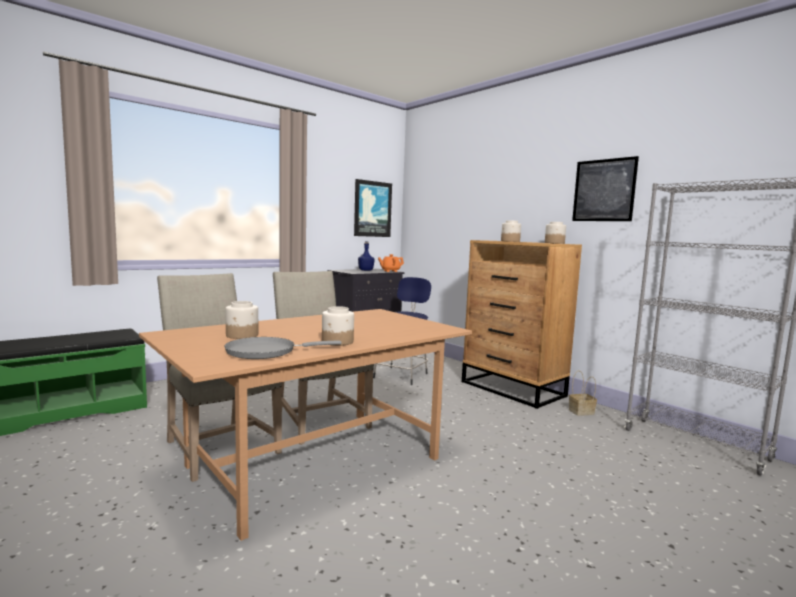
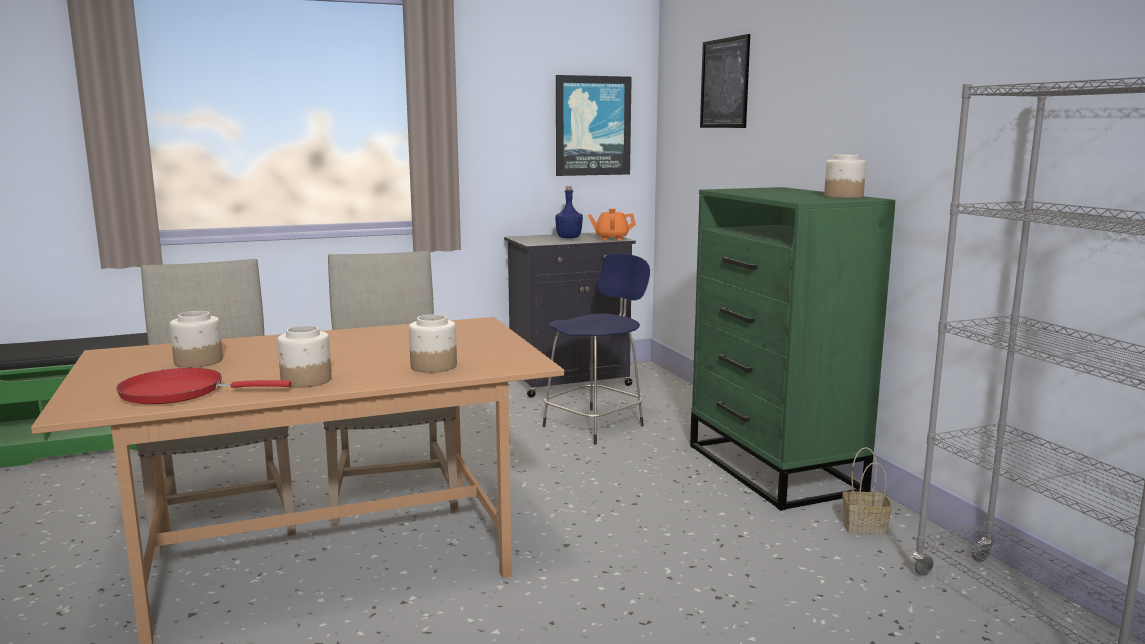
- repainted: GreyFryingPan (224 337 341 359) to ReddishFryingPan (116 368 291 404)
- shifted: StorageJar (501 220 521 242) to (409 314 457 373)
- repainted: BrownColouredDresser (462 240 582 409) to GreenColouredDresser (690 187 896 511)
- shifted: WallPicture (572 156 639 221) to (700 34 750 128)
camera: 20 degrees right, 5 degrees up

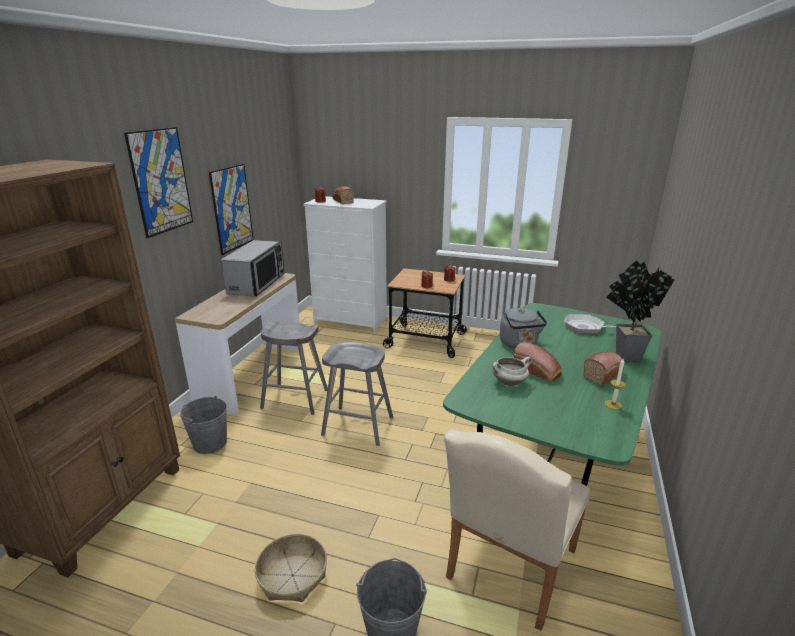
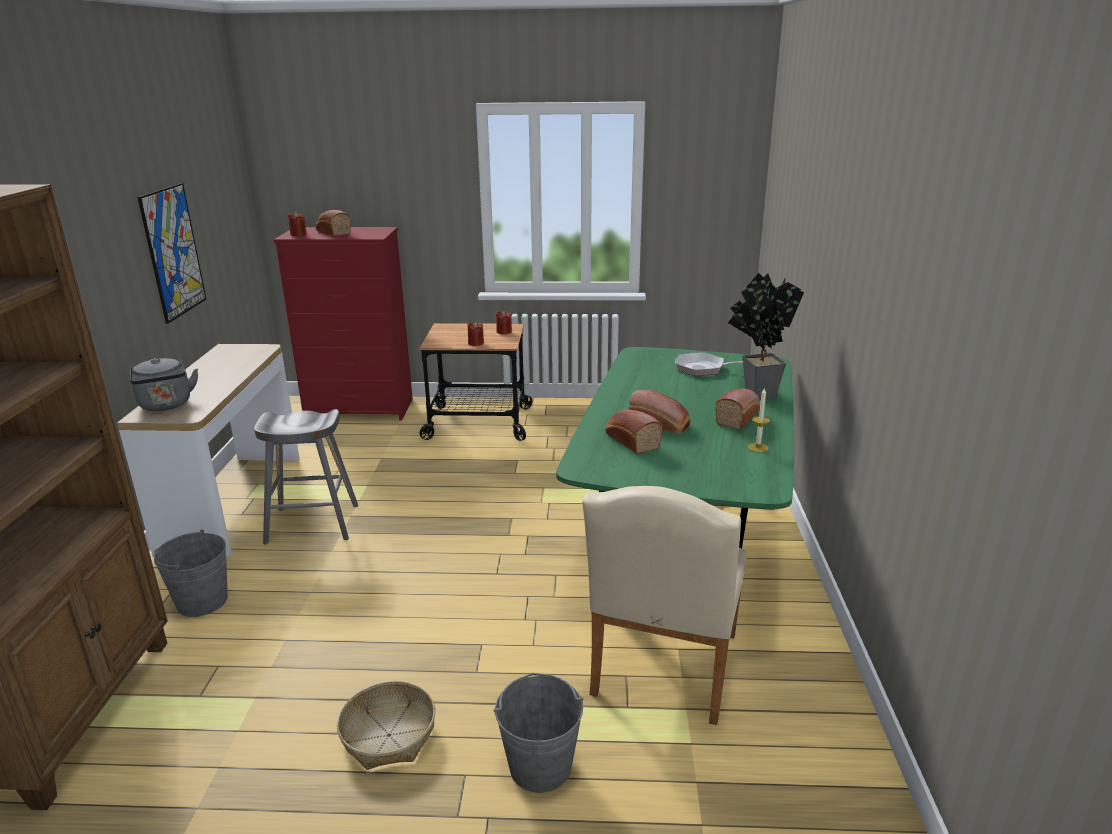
- shifted: GreyTeaKettle (500 308 547 349) to (130 358 198 411)
- repainted: WhiteColouredDresser (303 196 387 332) to ReddishDresser (274 227 413 421)
- swapped: WhiteColouredCookingPot (492 357 531 386) to Bread (605 410 663 454)
- gone: WallPicture (124 127 193 238)
- gone: MicrowaveOven (221 240 285 297)
- gone: GreyStool (321 342 393 446)
camera: 15 degrees left, 0 degrees up

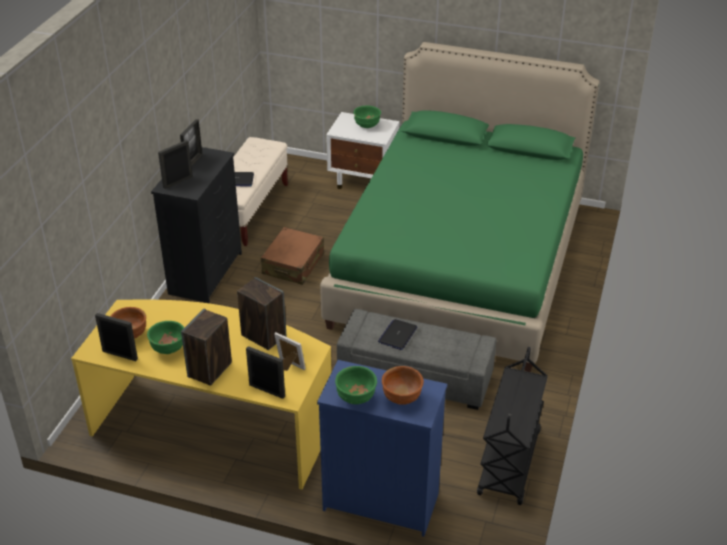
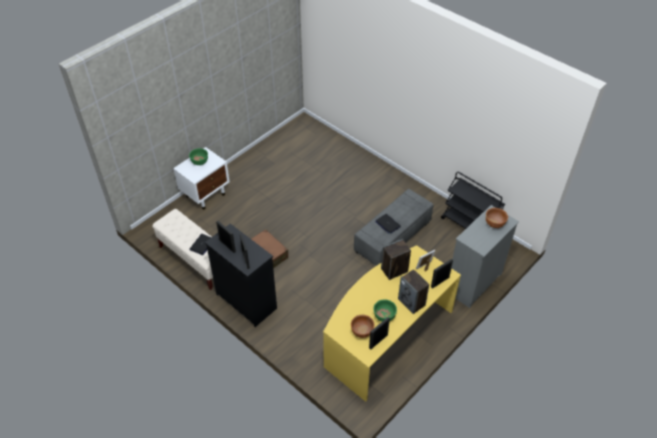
- repainted: BluishDresser (317 360 447 537) to GreyDresser (452 205 519 308)
- gone: GreenColouredSleepingBed (320 42 599 372)
- gone: GreenColouredServingBowl (335 366 377 404)
camera: 65 degrees left, 10 degrees up

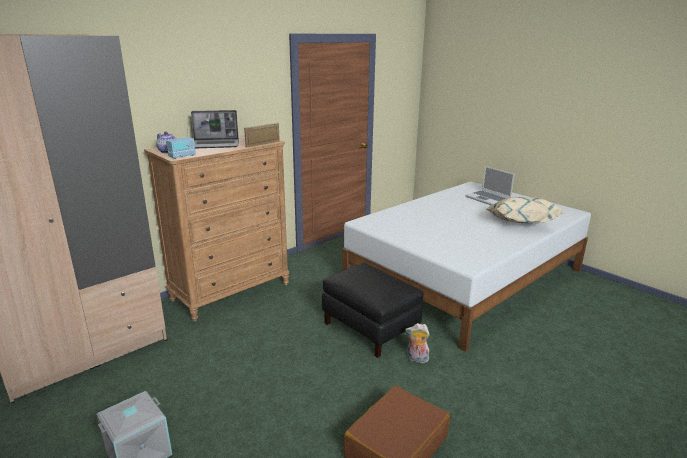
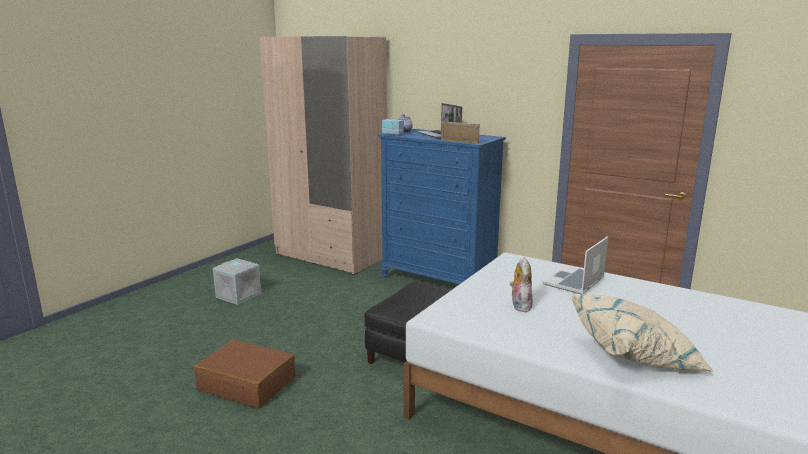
- repainted: BrownColouredDresser (144 134 289 321) to BluishDresser (379 129 506 284)
- shifted: PlushToy (405 323 430 363) to (510 257 533 312)
- shifted: PortableComputer (465 166 515 205) to (542 236 608 295)
camera: 75 degrees right, 5 degrees down

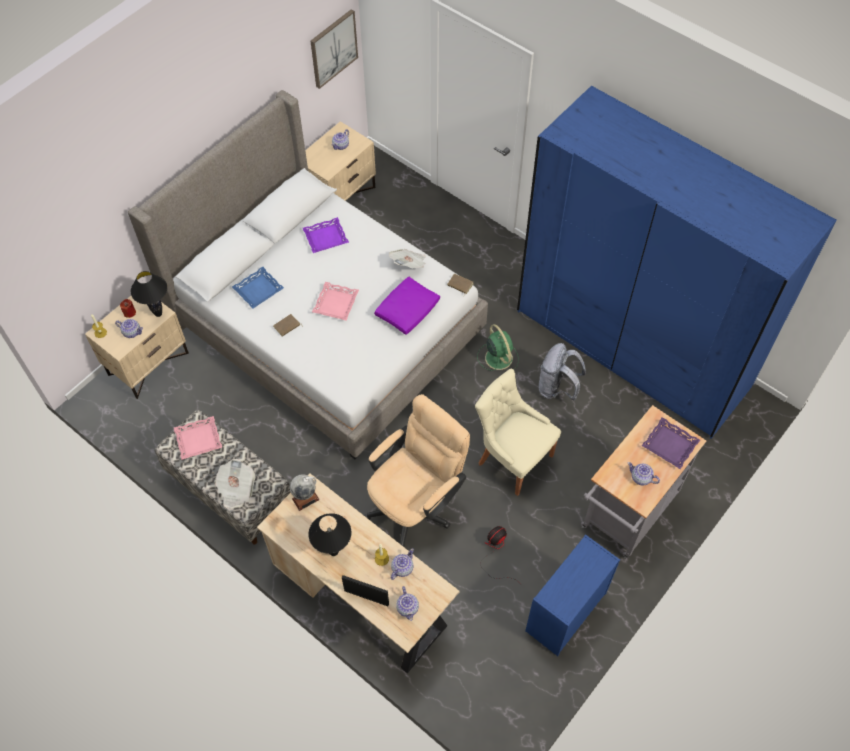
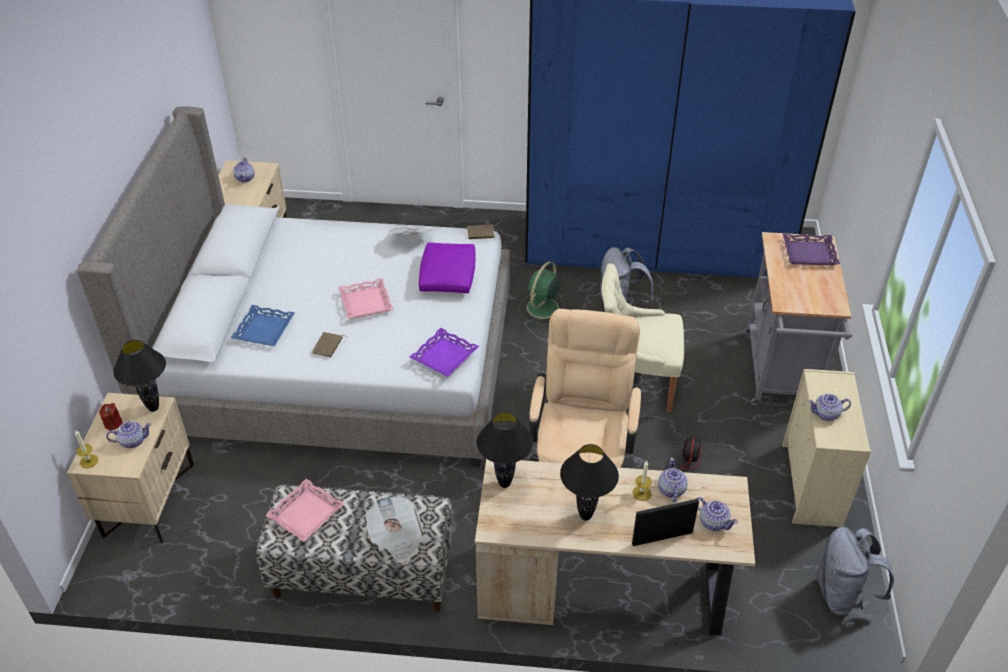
- shifted: PurplishTray (303 217 349 253) to (409 328 479 377)
- swapped: WorldGlobe (290 474 320 511) to BlackishTabletopLamp (477 412 533 488)
- rotated: GreenColouredElectricFan (477 324 519 371) = (519 261 564 325) 90 degrees counterclockwise
- repainted: BluishDresser (525 534 620 656) to BeigeDresser (782 369 871 527)
- shifted: TeaPot (628 462 660 486) to (808 394 851 421)
- new: GreyBackpack (815 527 894 616)
- gone: WallPicture (311 9 358 89)
camera: 35 degrees left, 15 degrees down

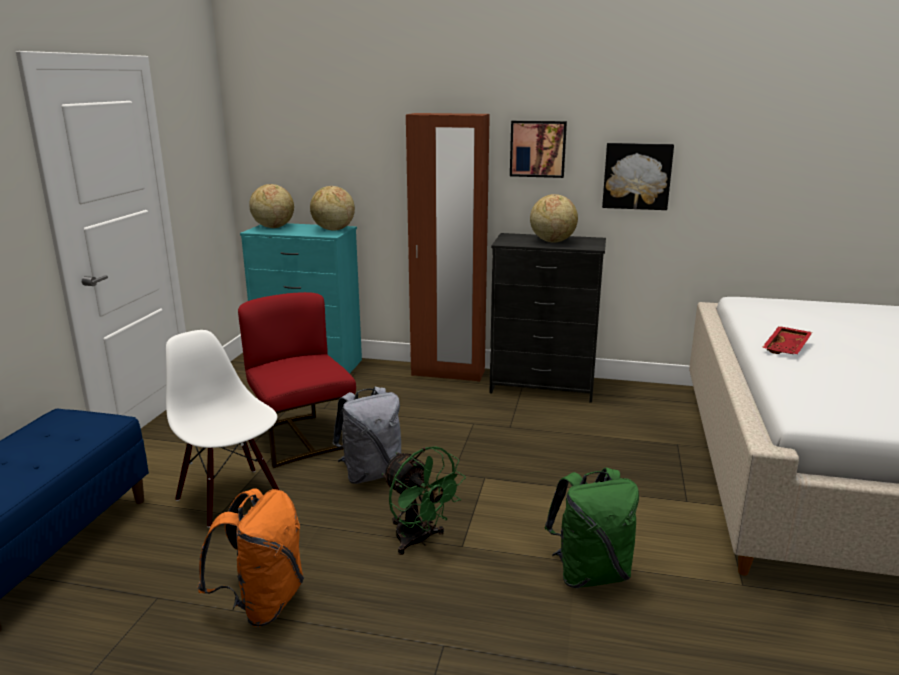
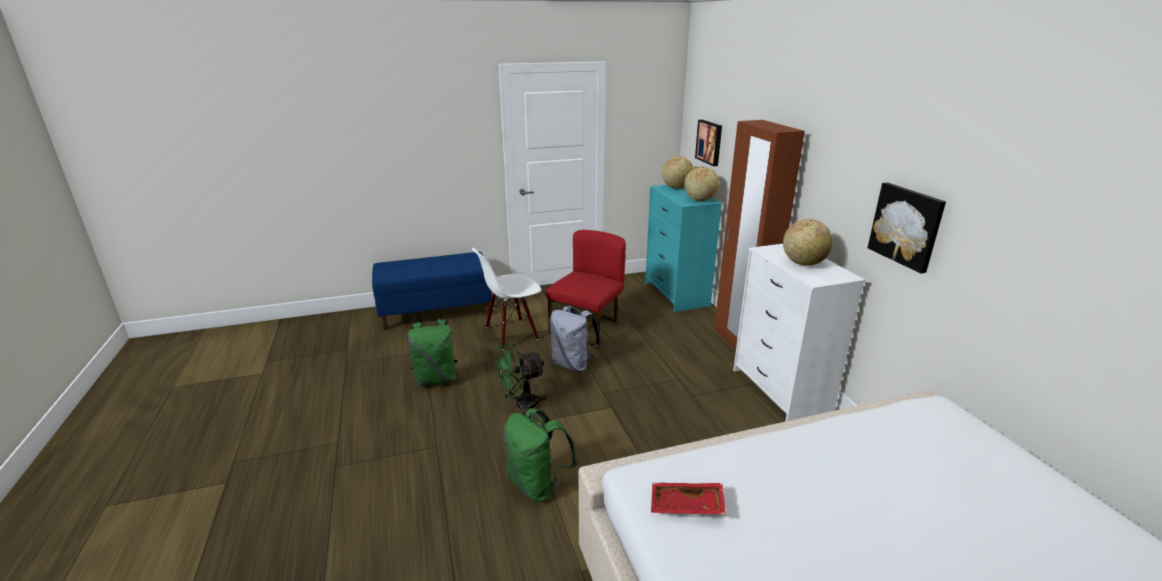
- repainted: OrangeyBackpack (197 488 304 627) to GreenColouredBackpack (407 319 458 386)
- rotated: WhiteColouredUprightChair (166 330 279 528) = (472 248 541 350) 135 degrees counterclockwise
- rotated: GreenColouredElectricFan (382 446 466 555) = (493 344 547 416) 45 degrees clockwise
- shifted: ReddishTray (762 326 812 354) to (651 483 726 514)
- shifted: WallPicture (510 121 567 178) to (695 120 722 166)
- repainted: BlackishDresser (489 233 606 403) to WhiteColouredDresser (733 244 865 421)
camera: 60 degrees right, 5 degrees up

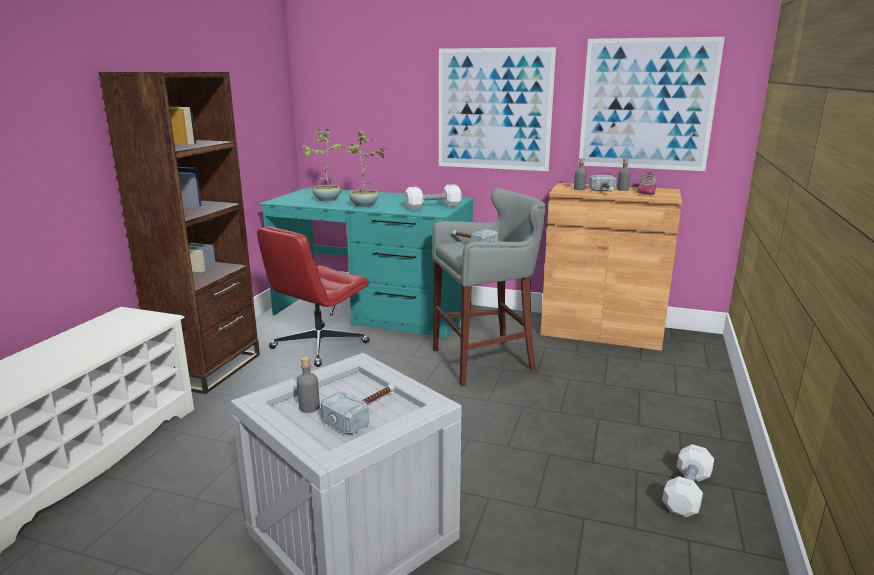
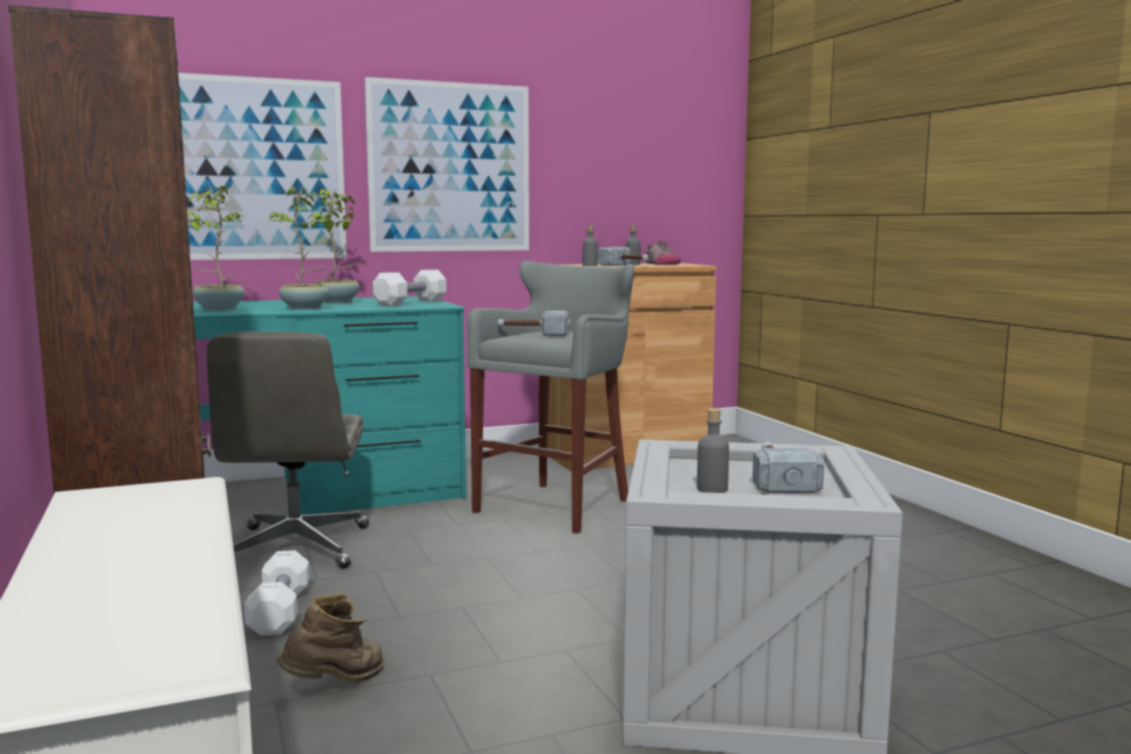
- shifted: WallPicture (578 37 725 171) to (178 73 347 260)
- repainted: ReddishOfficeChair (257 226 370 367) to GreyOfficeChair (207 332 369 569)
- shifted: WhiteColouredDumbbell (662 444 714 517) to (244 550 310 636)
- new: BrownColouredHighTopBoot (277 593 384 683)
- new: Houseplant (309 189 361 303)
camera: 40 degrees left, 10 degrees down

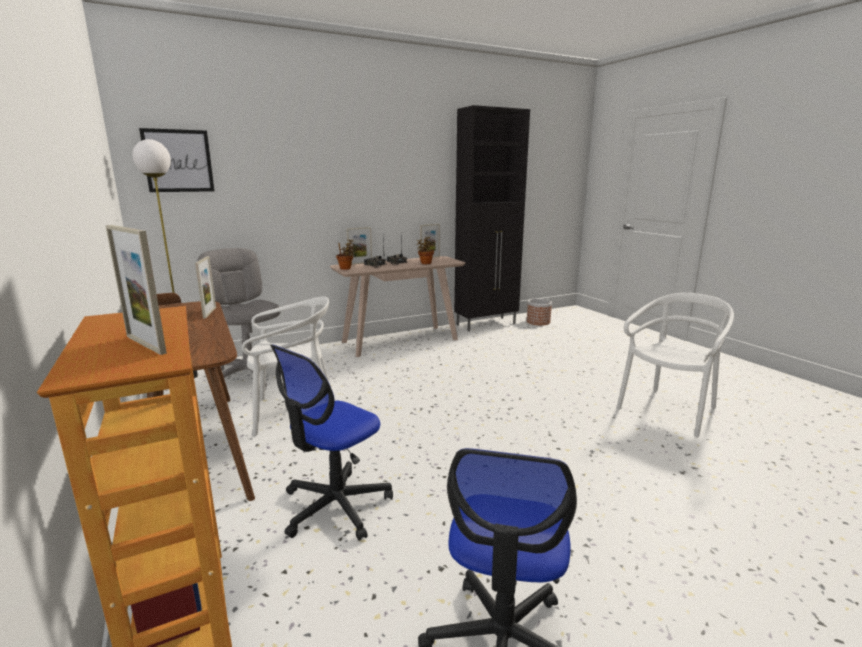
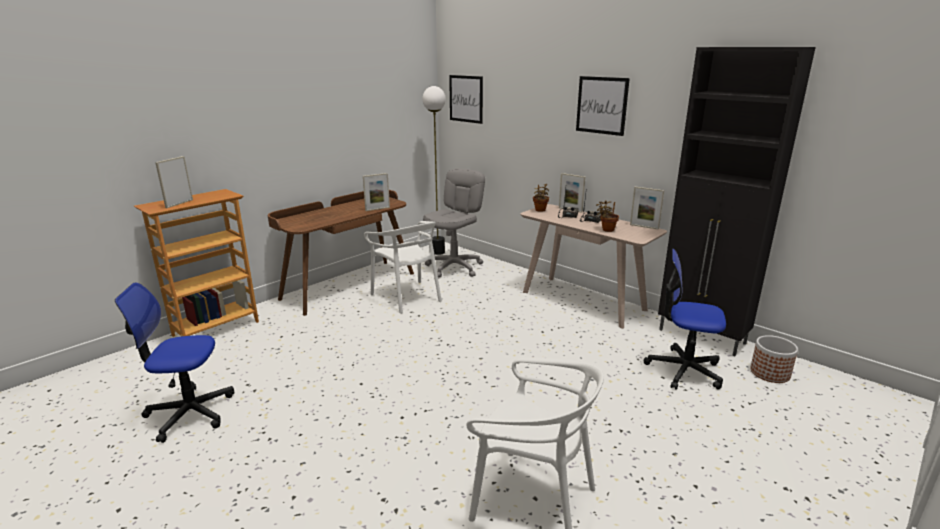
- new: WallPicture (576 76 630 136)
- shifted: OfficeChair (270 344 393 541) to (644 249 726 390)
camera: 70 degrees right, 5 degrees up

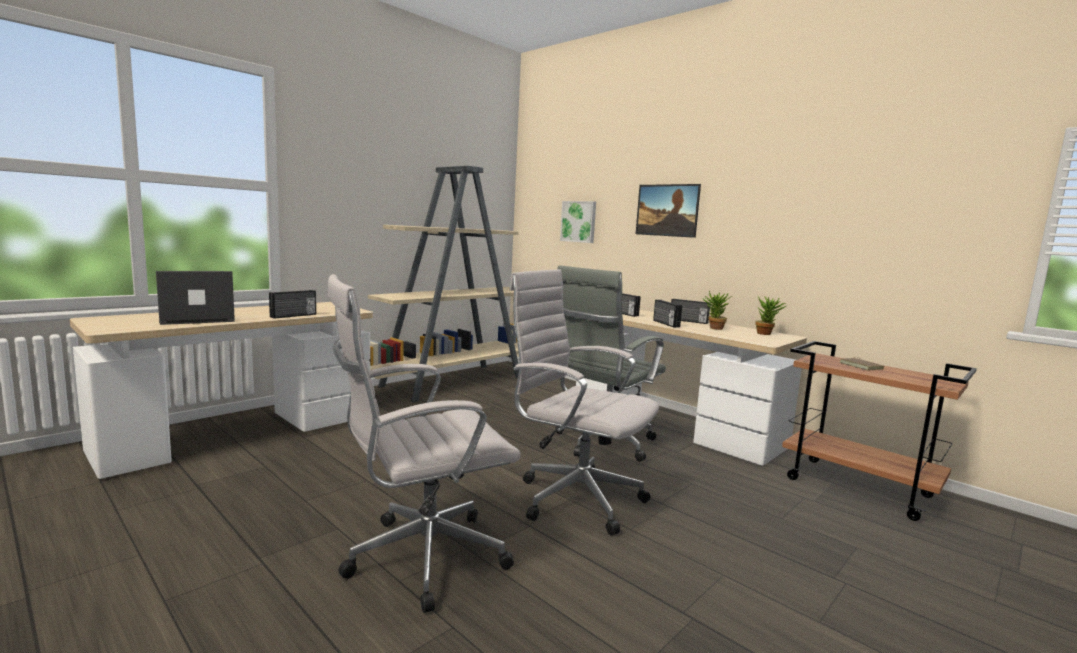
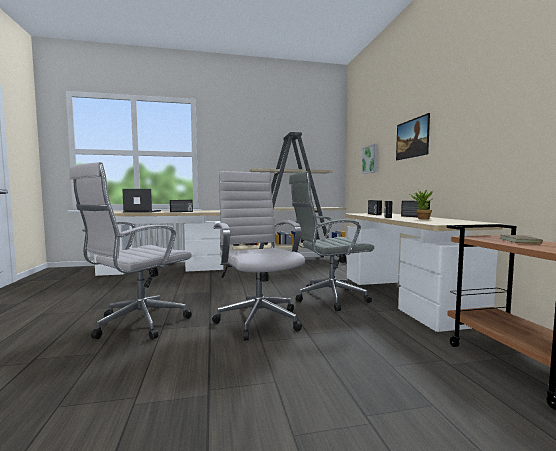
- rotated: WhiteColouredOfficeChair (328 274 521 613) = (69 162 192 340) 60 degrees counterclockwise
- gone: Houseplant (755 297 786 335)
camera: 35 degrees right, 5 degrees down

